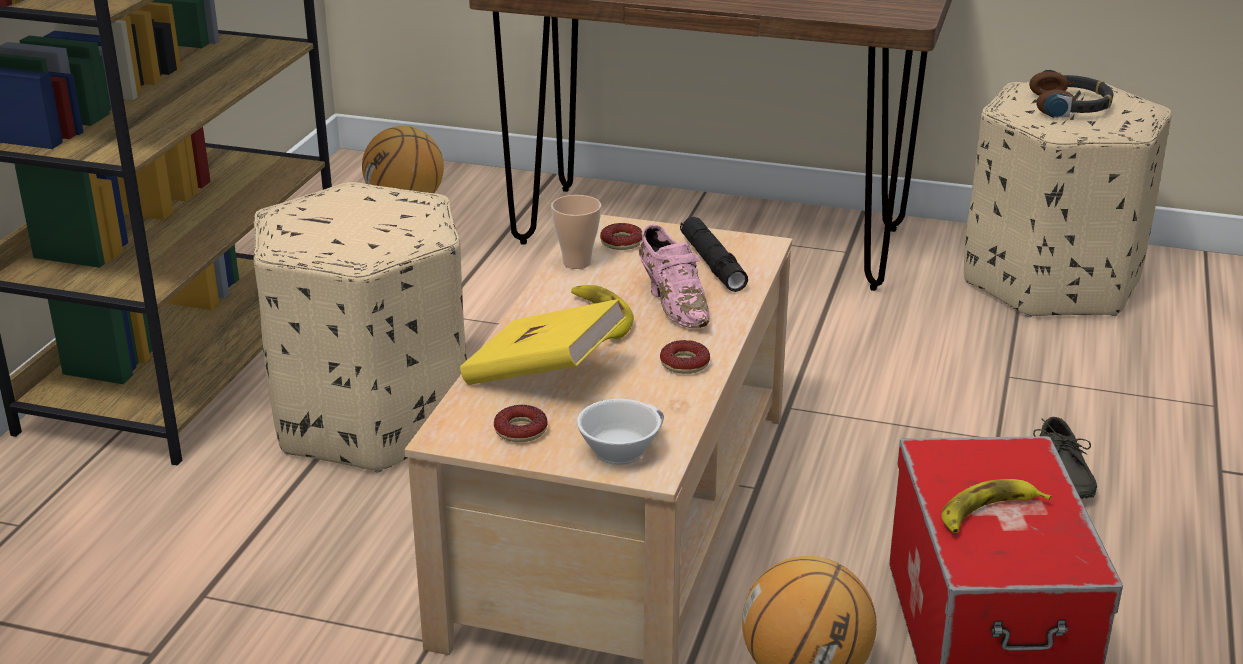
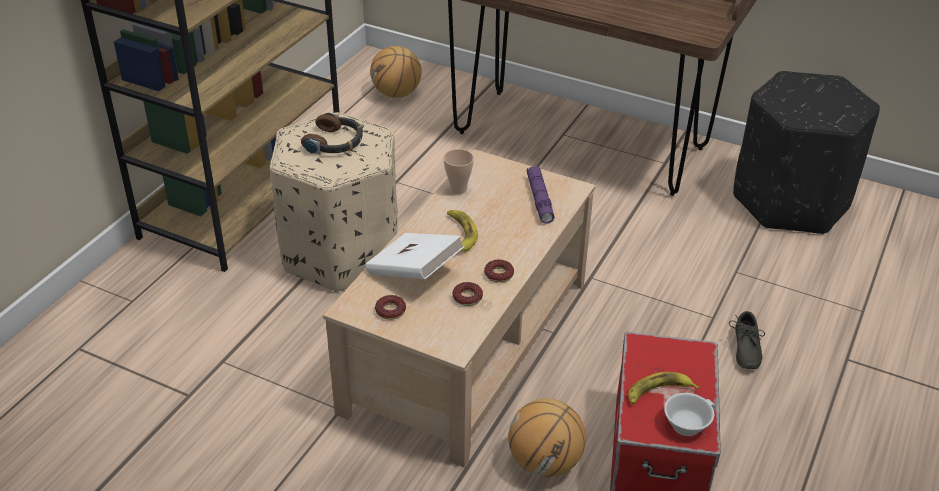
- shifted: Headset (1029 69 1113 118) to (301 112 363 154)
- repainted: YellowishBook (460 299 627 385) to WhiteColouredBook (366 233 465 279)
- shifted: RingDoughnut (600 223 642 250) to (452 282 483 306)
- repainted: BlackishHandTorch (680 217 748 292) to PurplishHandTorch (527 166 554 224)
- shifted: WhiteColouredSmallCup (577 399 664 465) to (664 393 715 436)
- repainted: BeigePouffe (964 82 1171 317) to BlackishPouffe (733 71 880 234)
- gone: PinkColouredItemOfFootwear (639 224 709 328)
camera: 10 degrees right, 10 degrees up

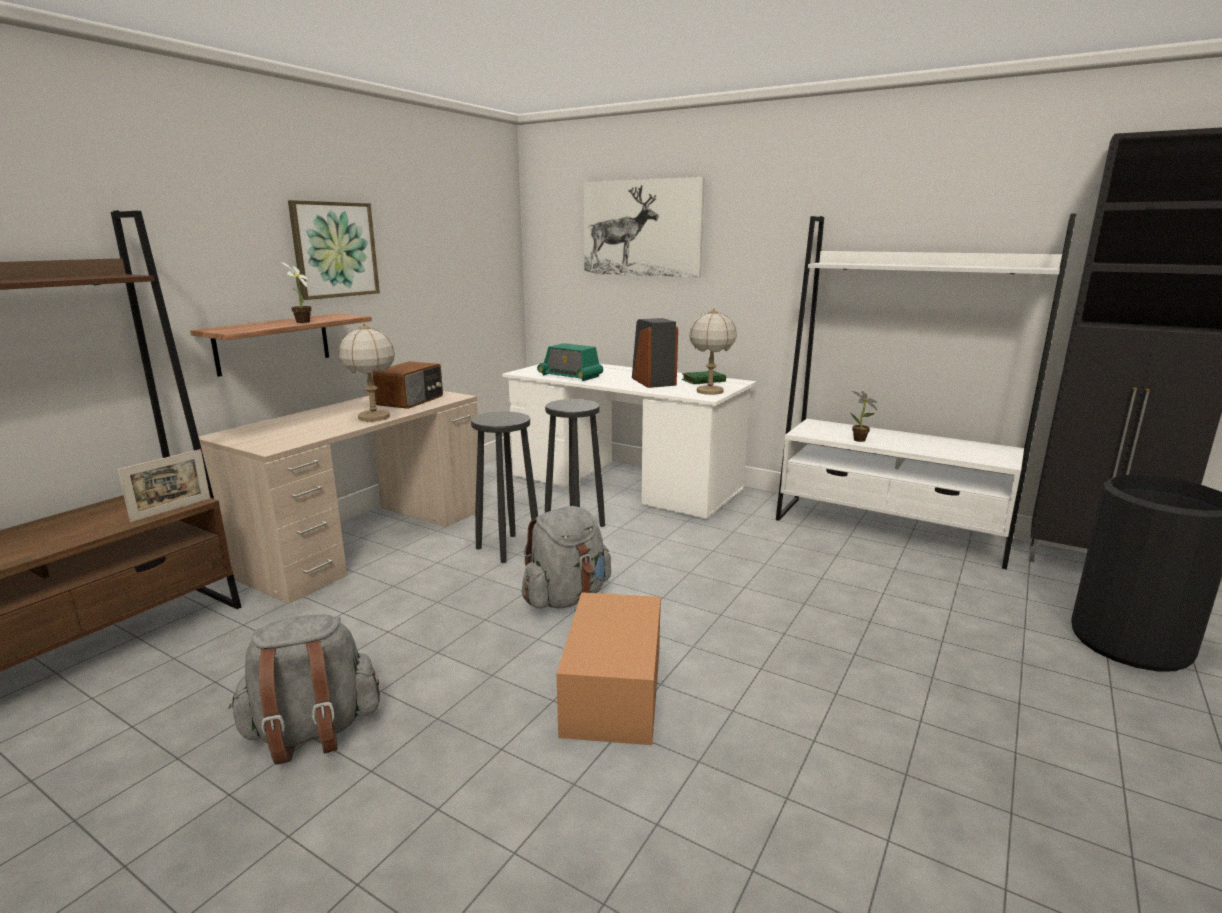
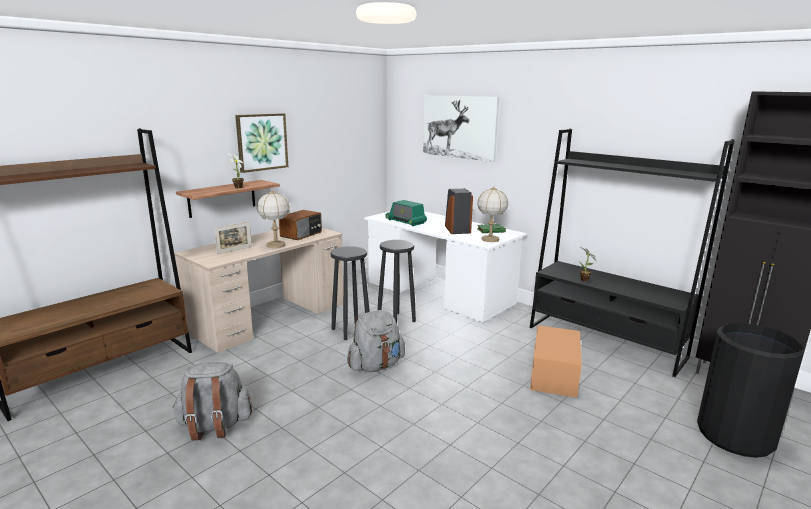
- shifted: PhotoFrame (118 449 210 522) to (214 221 252 254)
- repainted: WhiteColouredBookcase (776 213 1077 569) to BlackishBookcase (530 129 735 377)
- shifted: CardboardBox (557 592 661 745) to (530 325 582 398)
camera: 10 degrees right, 0 degrees up

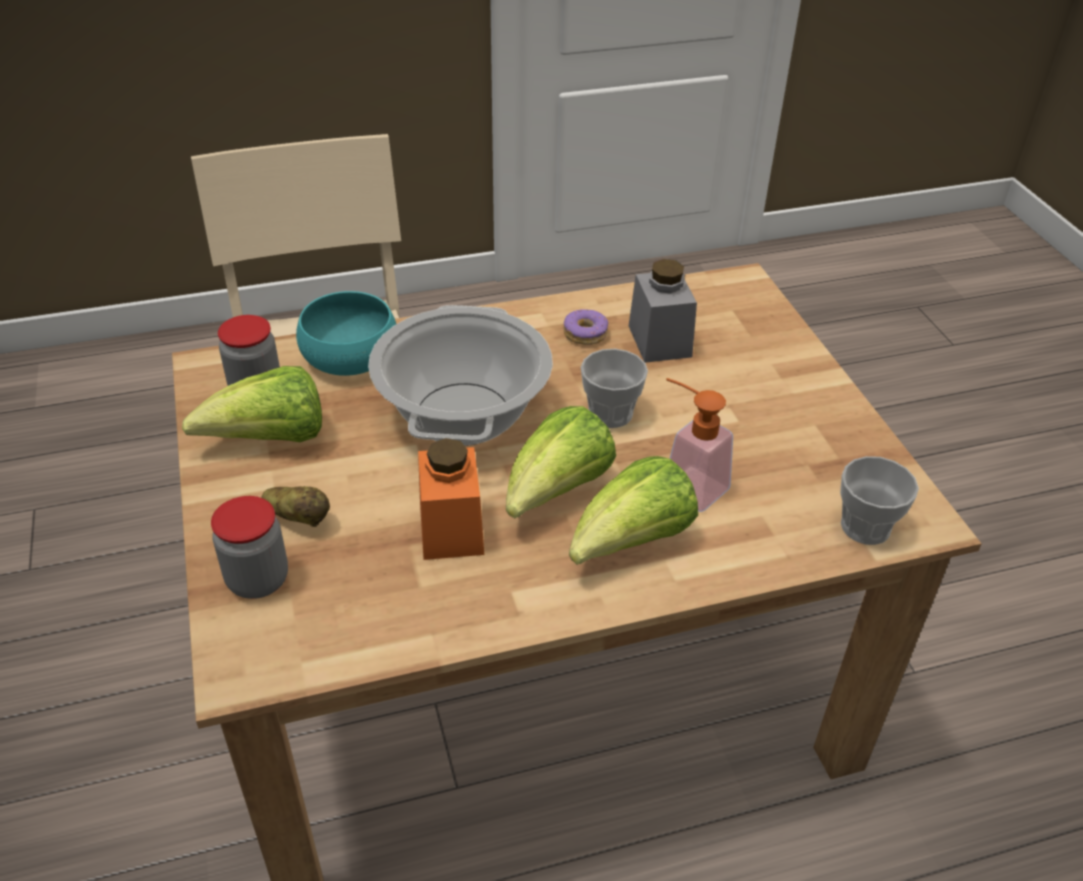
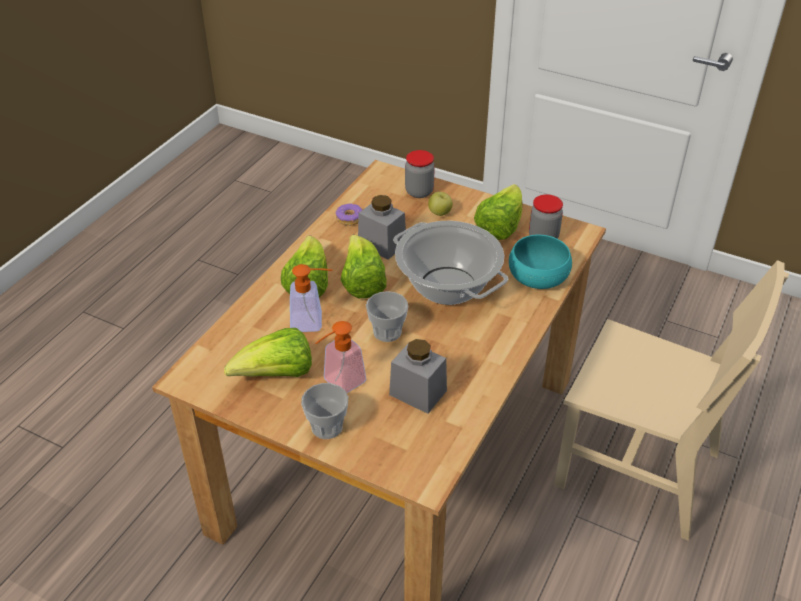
- new: LettuceHead (224 328 312 377)
- shifted: SmallCup (840 456 919 545) to (301 383 348 439)
- new: SoapBottle (315 321 366 393)
- shifted: RingDoughnut (564 309 608 345) to (335 204 362 226)
- repainted: OrangeyStorageJar (418 438 484 560) to GreyStorageJar (358 195 406 260)
- swapped: WholePotato (261 486 330 527) to Apple (428 192 453 216)
camera: 135 degrees right, 0 degrees up

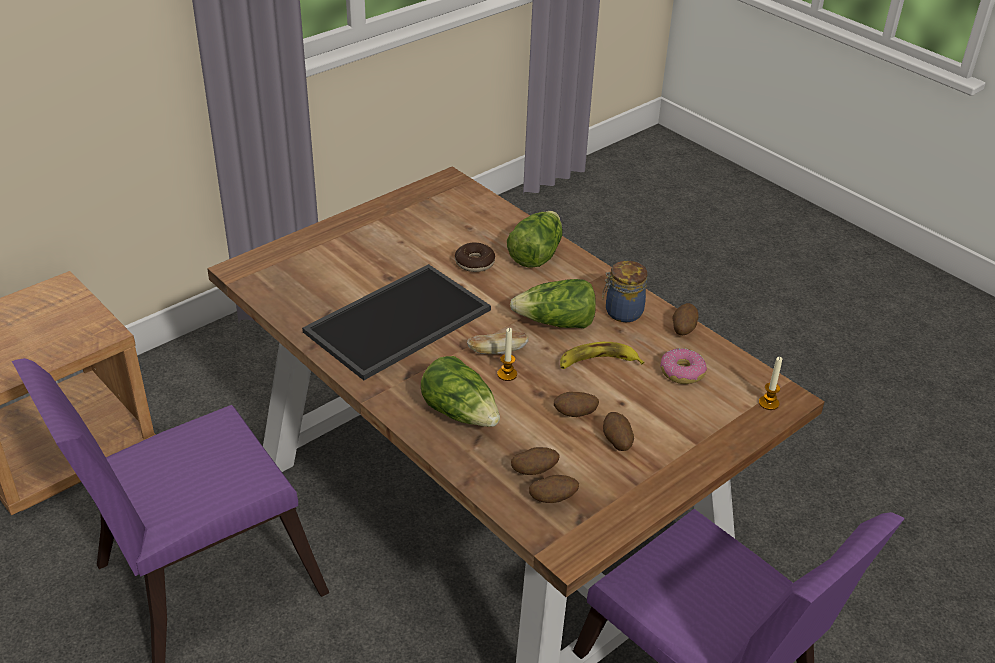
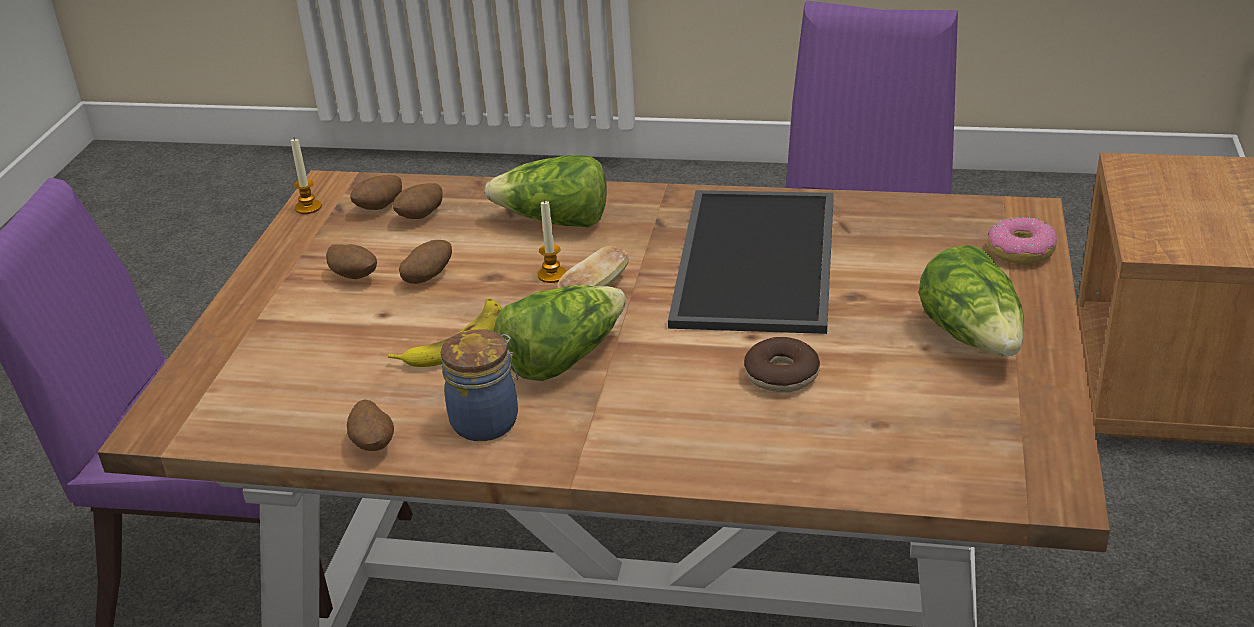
- shifted: WaxLight (759 357 782 410) to (291 139 322 214)
- shifted: LettuceHead (507 211 563 268) to (919 245 1024 356)
- shifted: RingDoughnut (660 348 707 384) to (987 217 1057 264)
camera: 145 degrees right, 5 degrees down

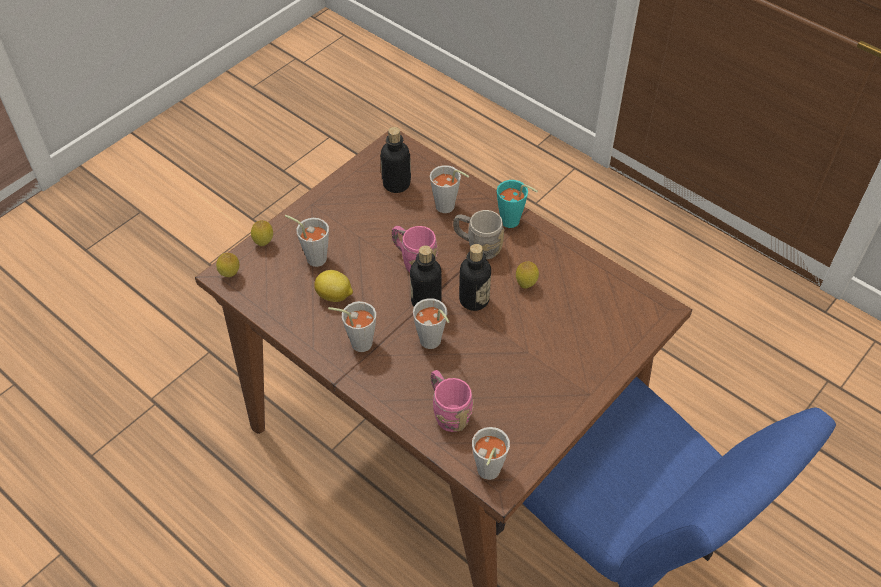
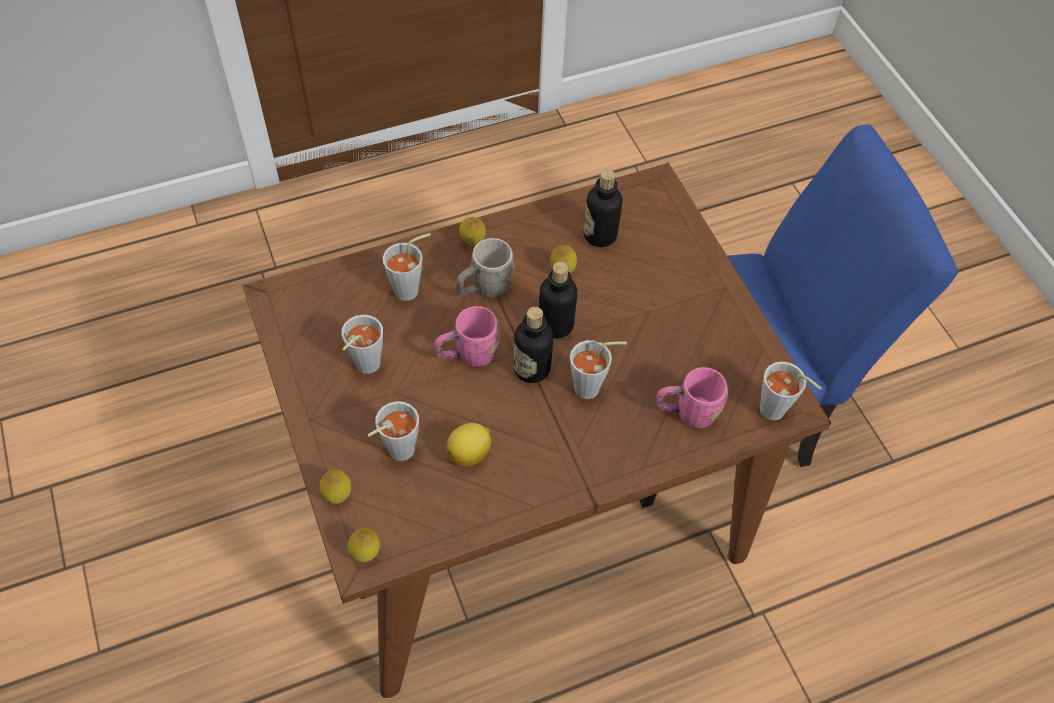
- shifted: GreySmallCup (328 301 376 352) to (342 315 383 374)
- swapped: BlueGreenSmallCup (497 180 538 228) to Lemon (459 217 486 245)
- shifted: Bottle (380 127 411 193) to (584 169 622 247)
camera: 65 degrees left, 5 degrees up

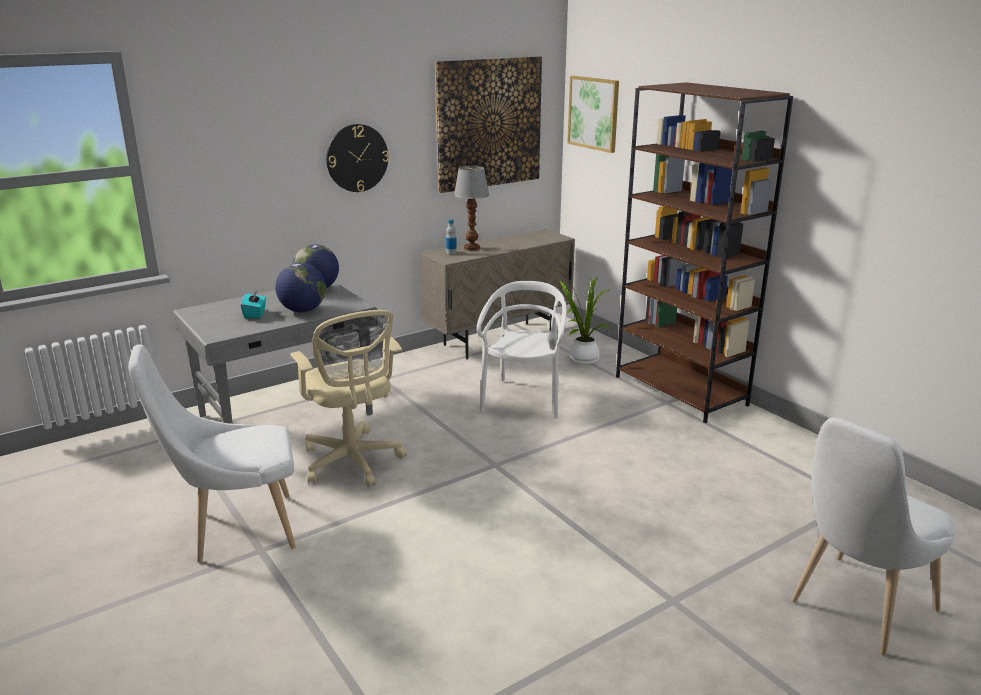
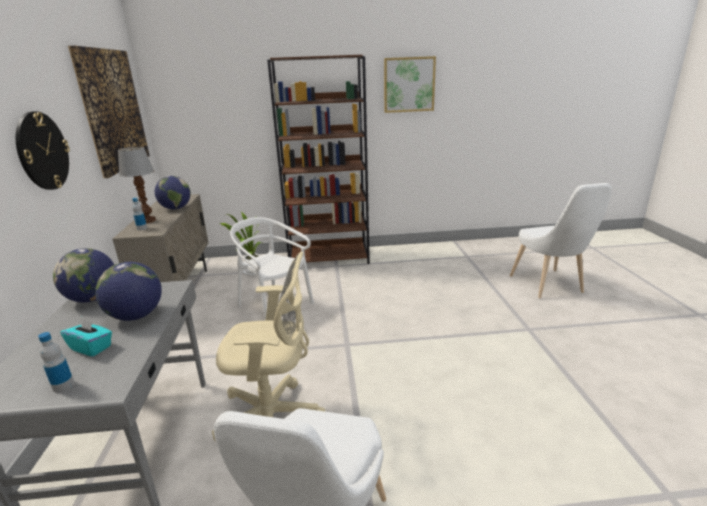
- new: Bottle (38 332 74 393)
- new: WorldGlobe (155 176 191 210)
- shifted: WallPicture (567 76 619 153) to (384 56 436 113)
camera: 60 degrees left, 0 degrees up

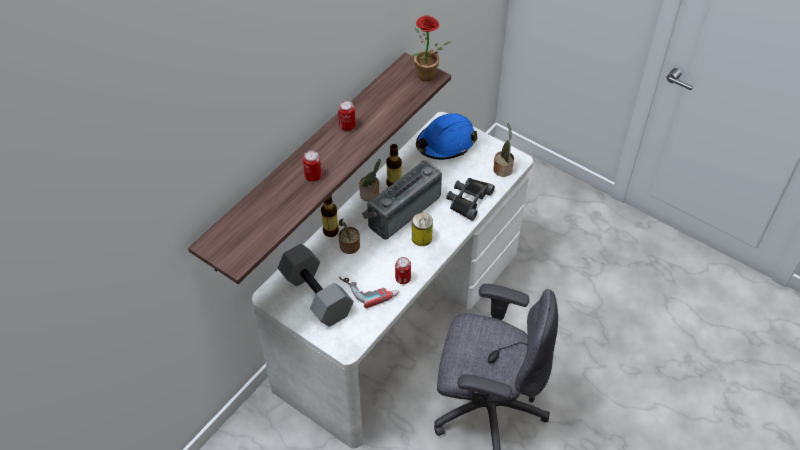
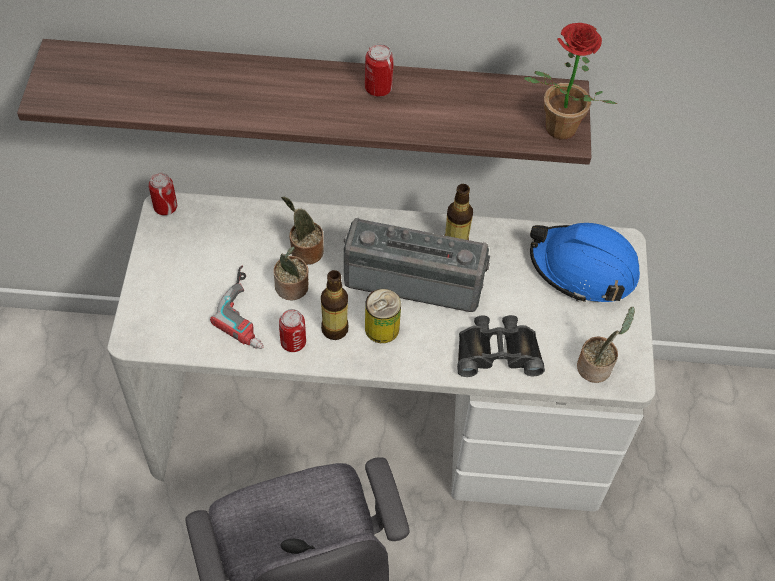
- shifted: SealedCan (303 150 322 182) to (149 173 177 215)
- shifted: Houseplant (359 159 381 202) to (273 246 308 301)
- shifted: Bottle (321 195 339 237) to (321 270 348 340)
- gone: GreyDumbbell (278 244 354 327)
camera: 55 degrees right, 5 degrees up

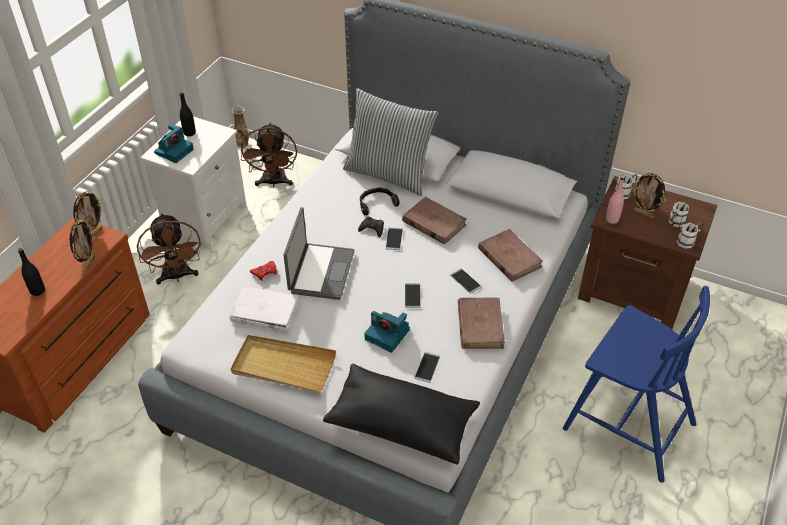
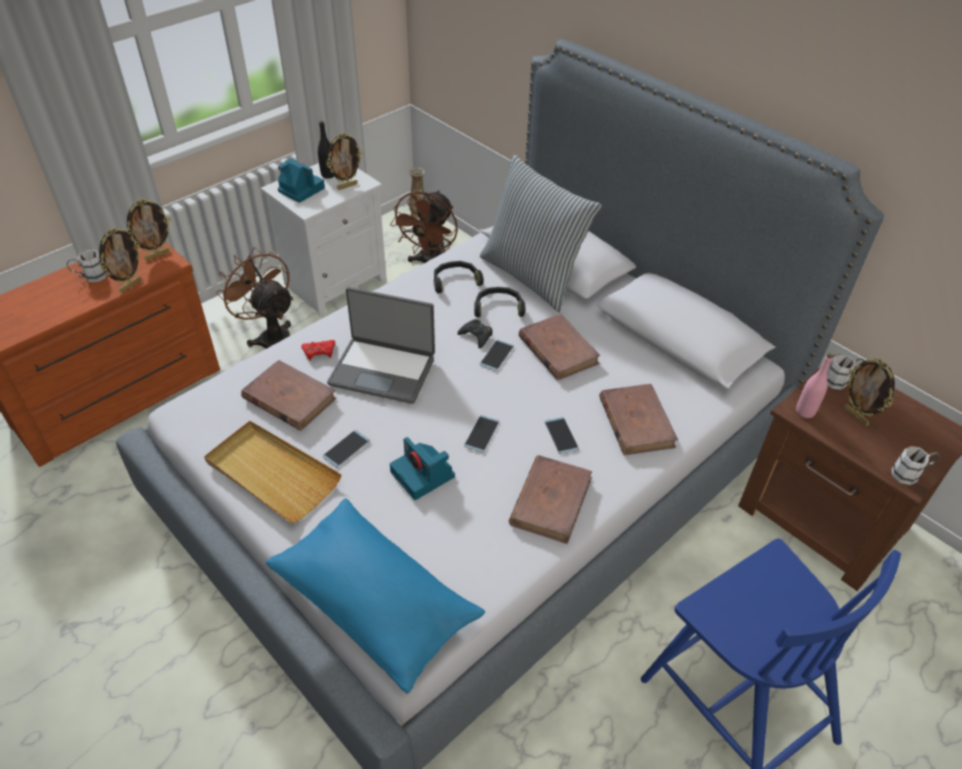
- shifted: WhiteColouredMug (669 202 689 227) to (67 250 107 282)
- rotated: BrownColouredElectricFan (137 213 202 285) = (216 247 294 349) 135 degrees clockwise
- repainted: WhiteColouredBook (230 286 299 331) to BrownColouredBook (241 360 337 431)
- repainted: BlackishCushion (323 364 480 465) to BluishCushion (266 498 485 694)
- rotated: StillCamera (154 124 194 163) = (278 158 325 203) 105 degrees counterclockwise
- shifted: Phone (415 352 440 383) to (323 430 370 467)
- new: PhotoFrame (326 133 363 190)
- rotated: PortableComputer (284 207 355 300) = (327 287 435 404) 75 degrees clockwise
- new: BlackishHeadset (434 261 484 293)
- gone: BlackishBottle (18 248 45 296)
camera: 20 degrees right, 0 degrees up

